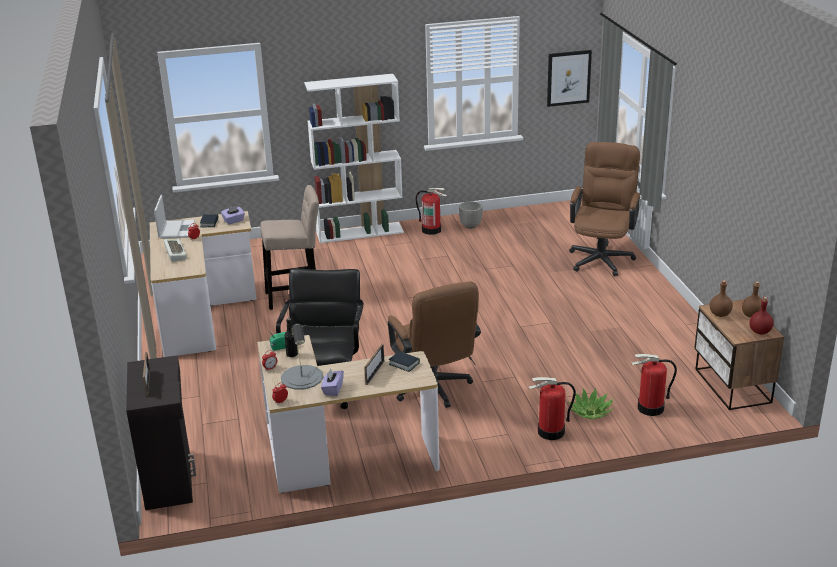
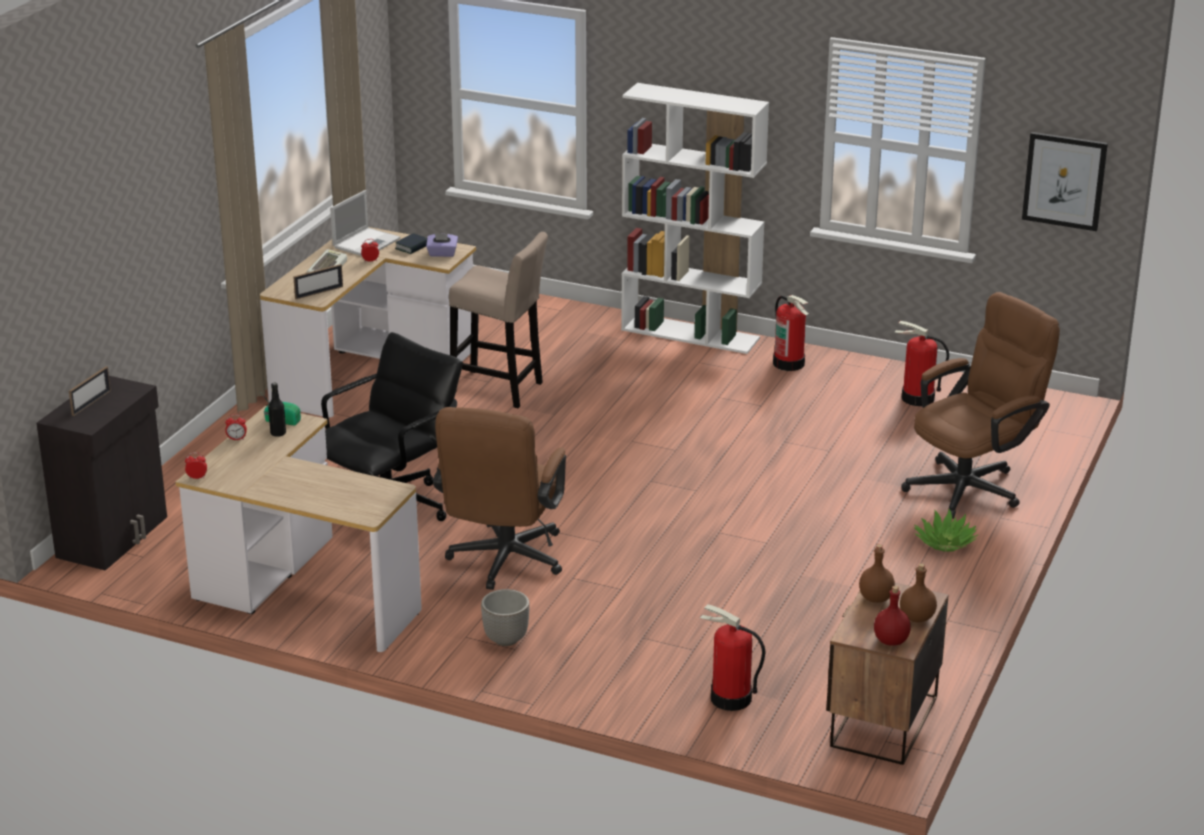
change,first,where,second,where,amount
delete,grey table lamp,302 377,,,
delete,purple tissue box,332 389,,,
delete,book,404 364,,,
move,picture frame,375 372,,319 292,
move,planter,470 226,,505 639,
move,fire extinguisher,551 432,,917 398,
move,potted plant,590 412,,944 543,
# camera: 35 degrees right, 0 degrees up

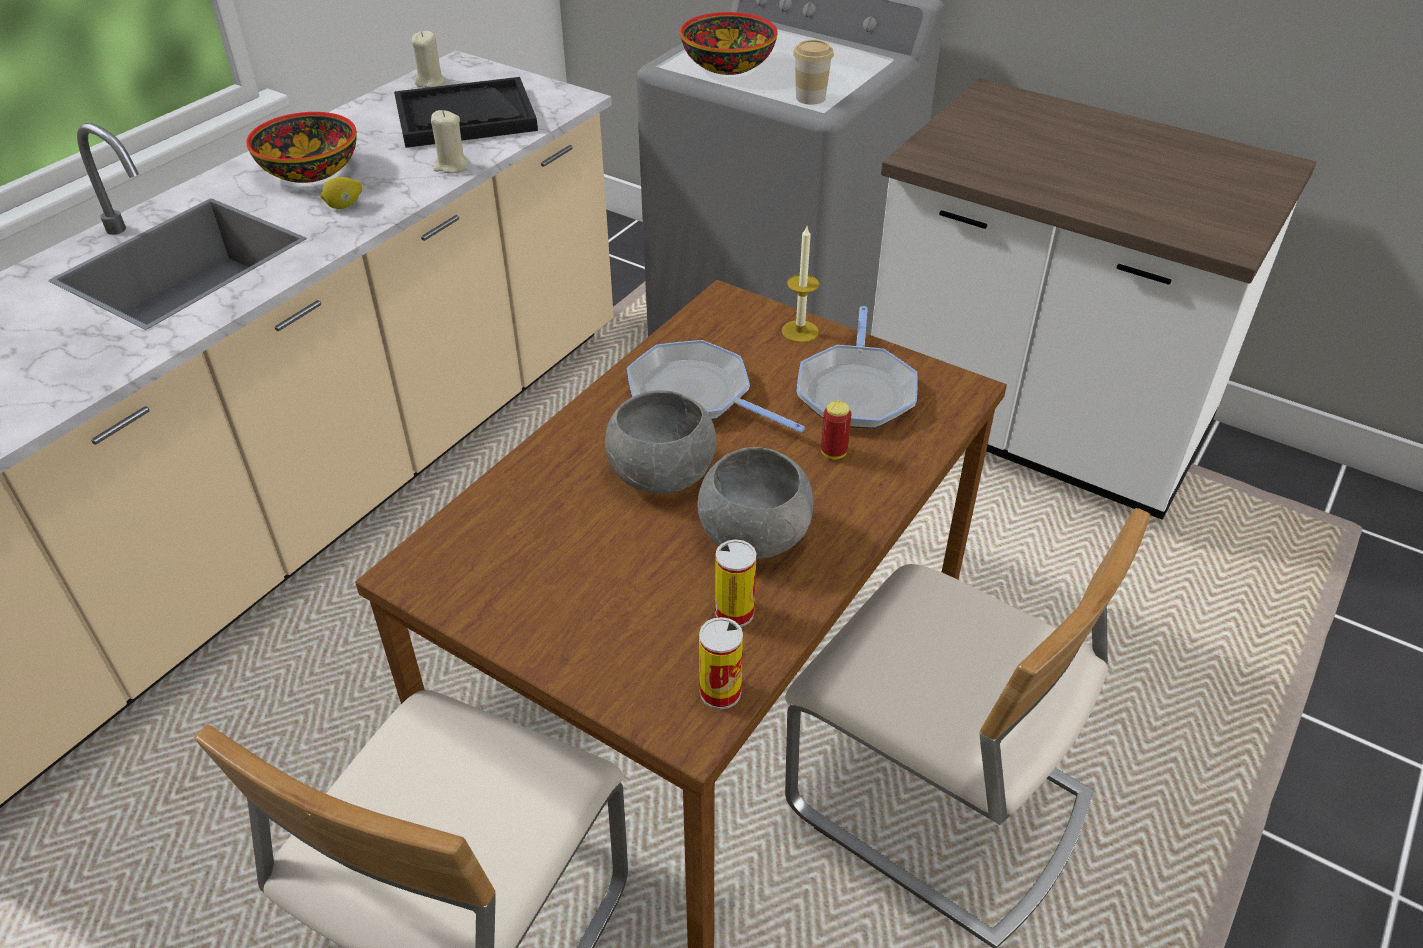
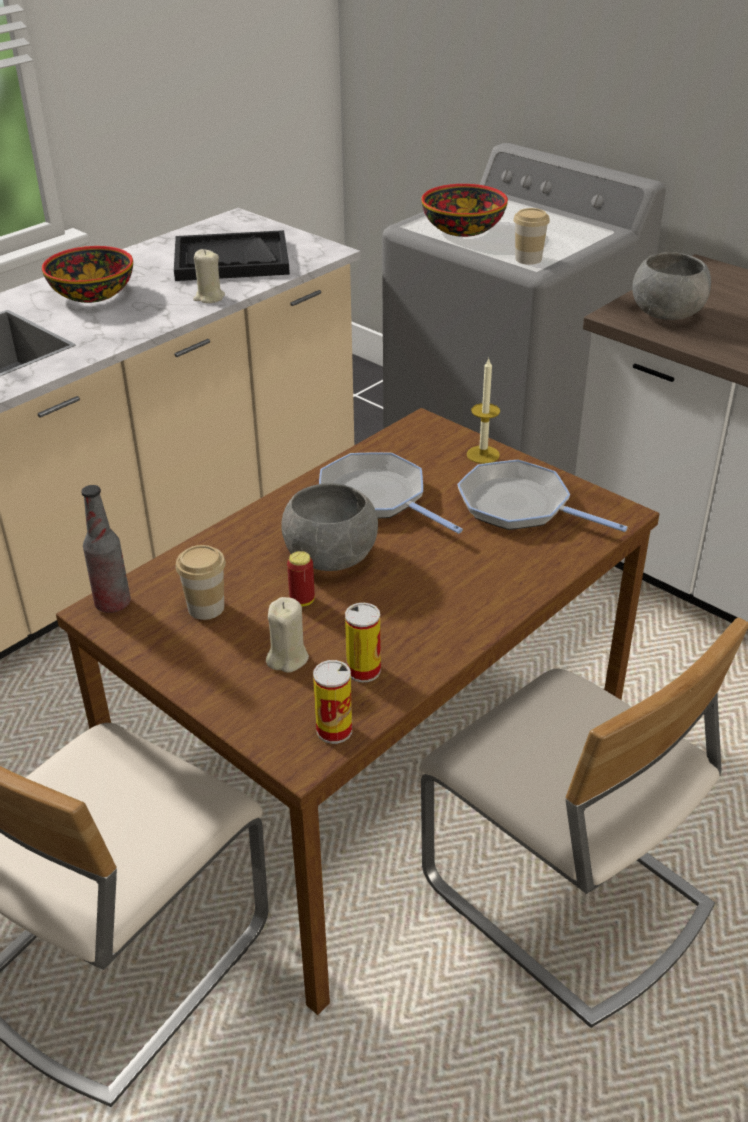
change,first,where,second,where,amount
delete,lemon,344 206,,,
insert,,,bottle,113 604,
insert,,,cup,206 608,
move,beige candle,430 82,,287 658,
move,grey bowl,754 536,,666 314,
move,can,833 452,,302 601,
rotate,frying pan,856 390,,520 506,105 degrees clockwise
# camera: 10 degrees right, 5 degrees down

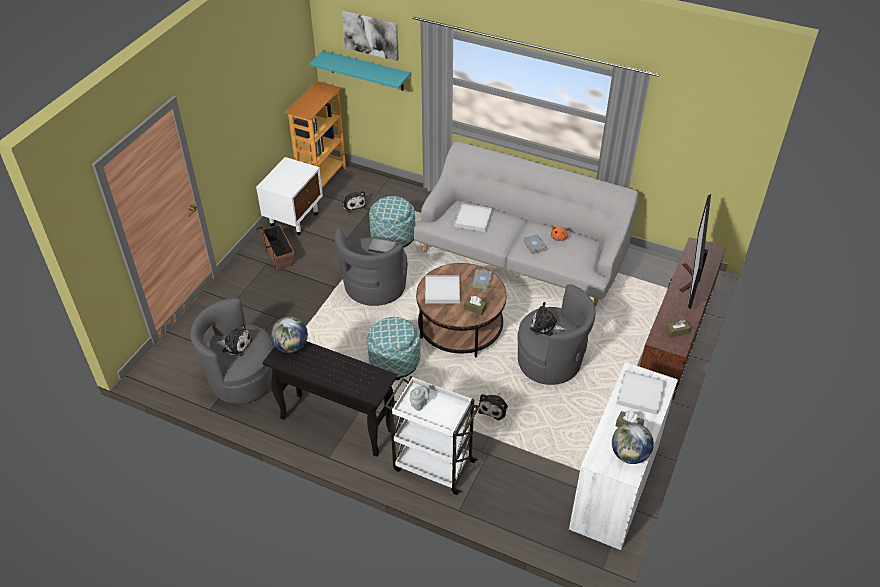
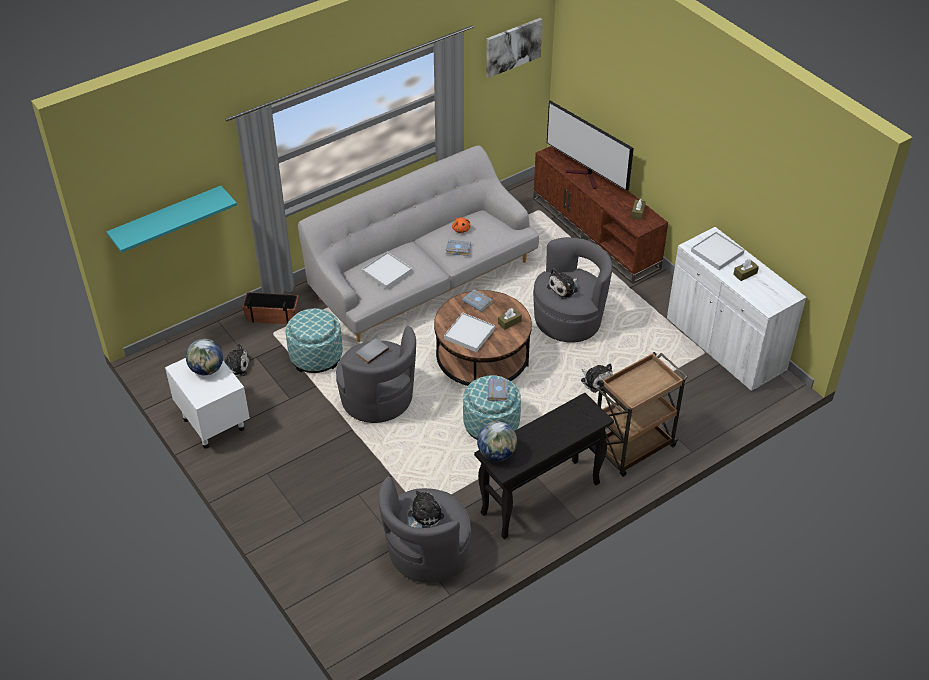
change,first,where,second,where,amount
delete,bookcase,322 179,,,
delete,grey teapot,420 403,,,
insert,,,grey book,498 392,
move,planter,279 254,,272 316,
move,picture,371 35,,513 47,
move,globe,629 455,,207 369,
recolor,white cart,432 465,brown cart,632 449,
# camera: 60 degrees left, 0 degrees up

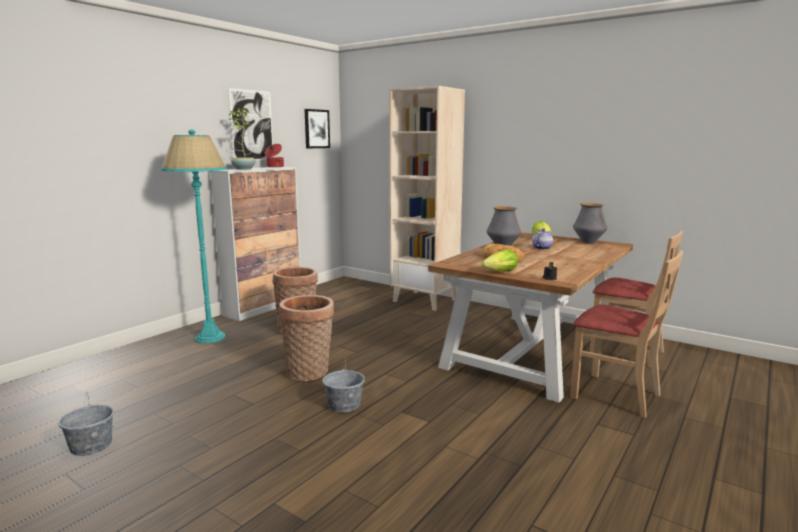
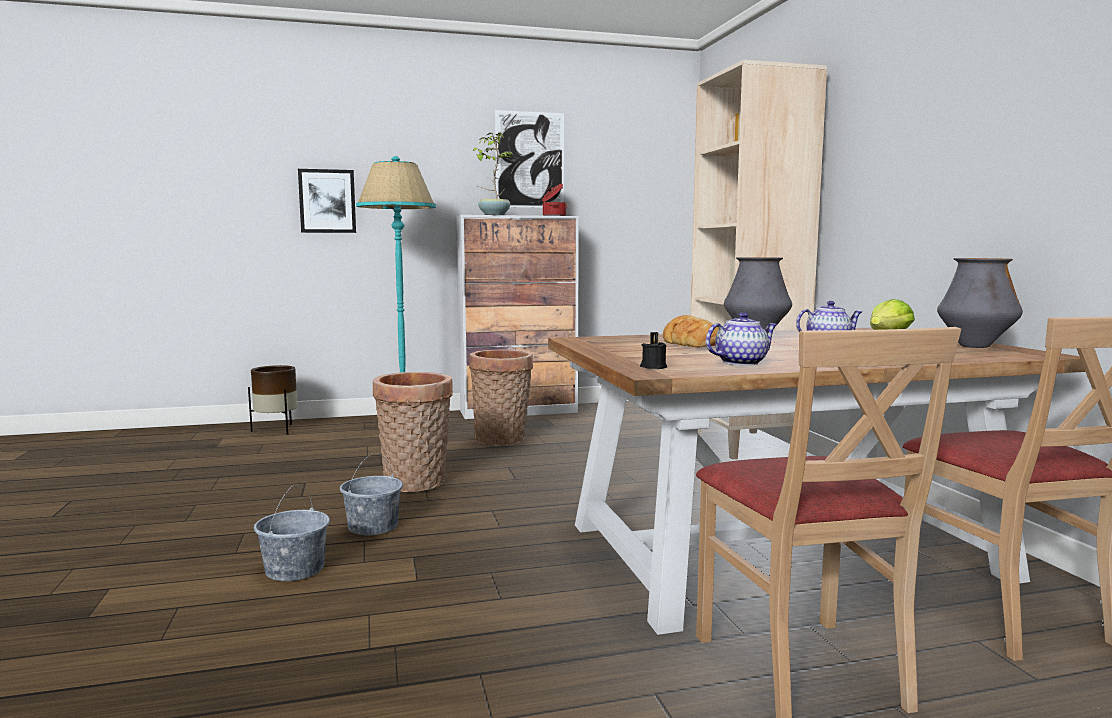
change,first,where,second,where,amount
delete,lettuce,500 272,,,
insert,,,brown planter,277 430,
insert,,,teapot,741 363,
move,grey bucket,91 445,,295 569,
move,picture,316 129,,327 201,
# camera: 40 degrees right, 5 degrees down

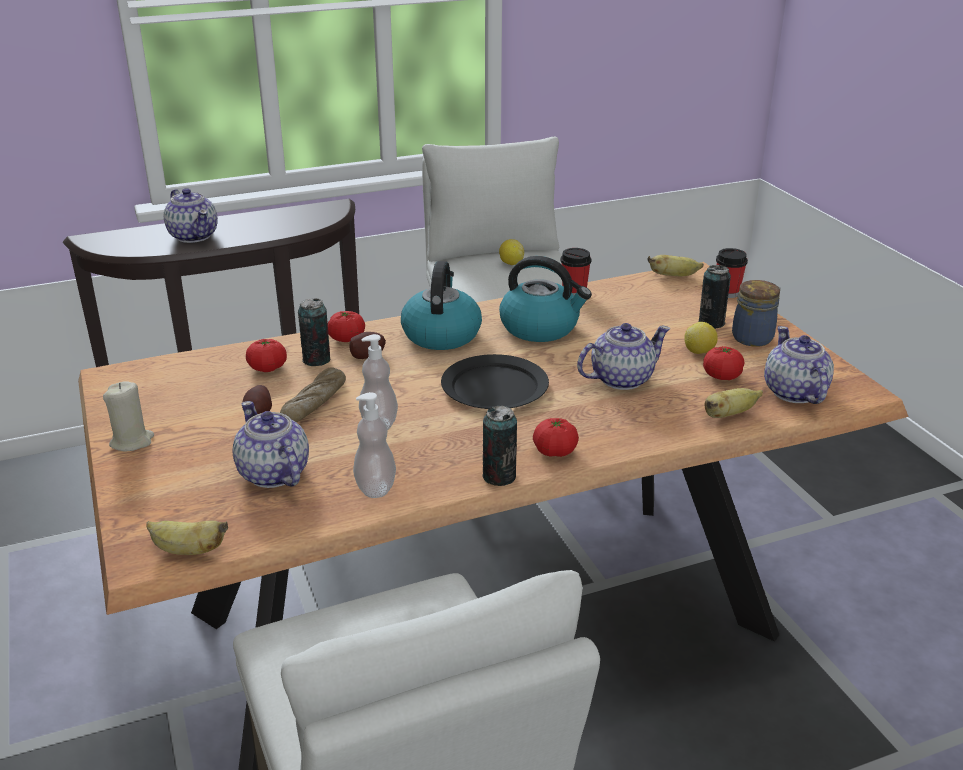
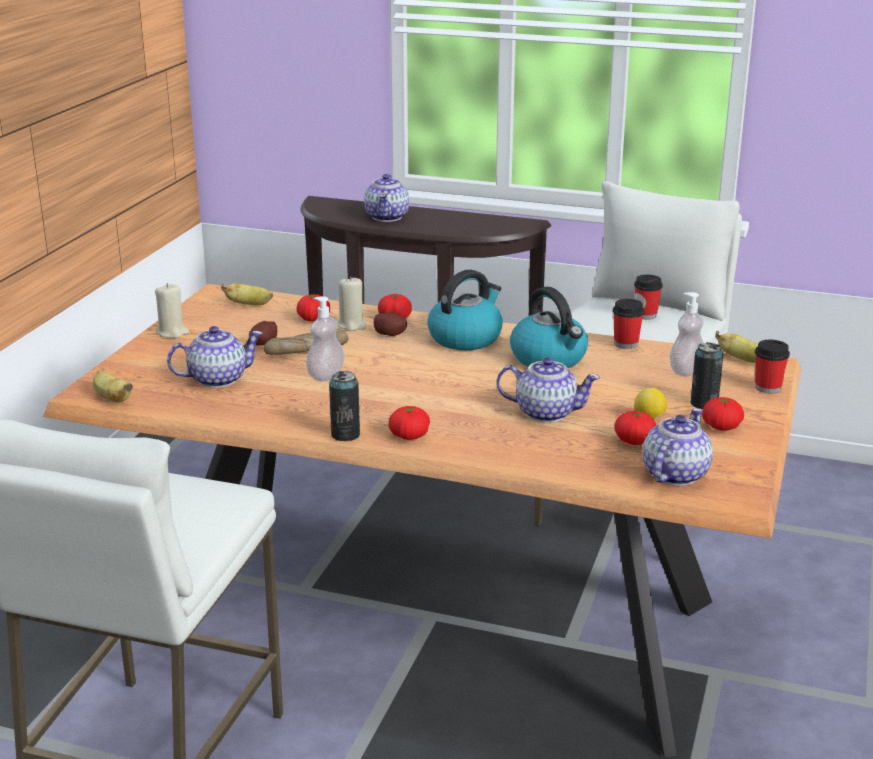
change,first,where,second,where,amount
delete,black plate,493 387,,,
move,soap dispenser,375 487,,686 371,
move,banana,729 414,,249 305,
replace,can,316 360,beige candle,352 325,
replace,lemon,511 263,cup,646 315,
replace,jar,754 338,tomato,721 427,
rotate,teapot,273 474,,217 379,60 degrees clockwise
# camera: 40 degrees right, 5 degrees down

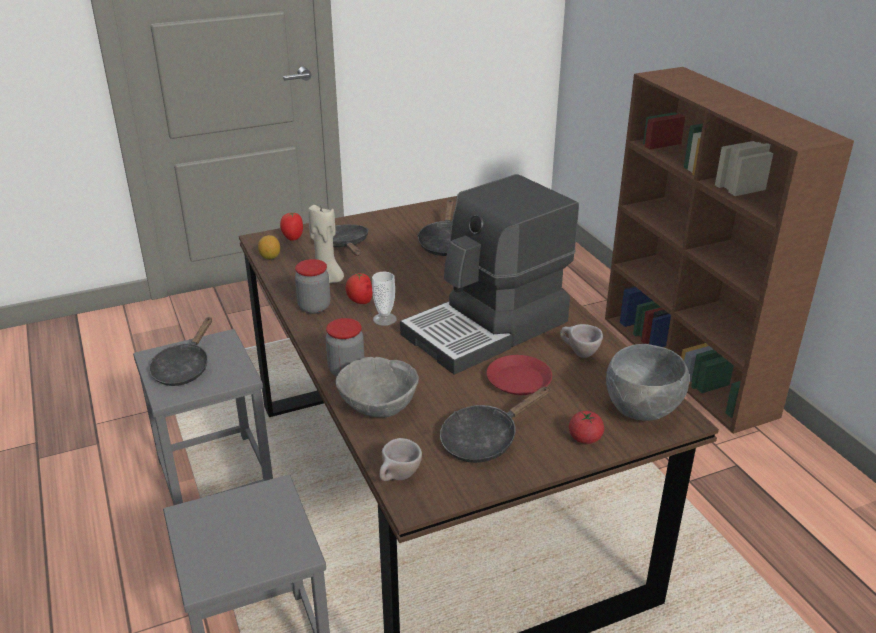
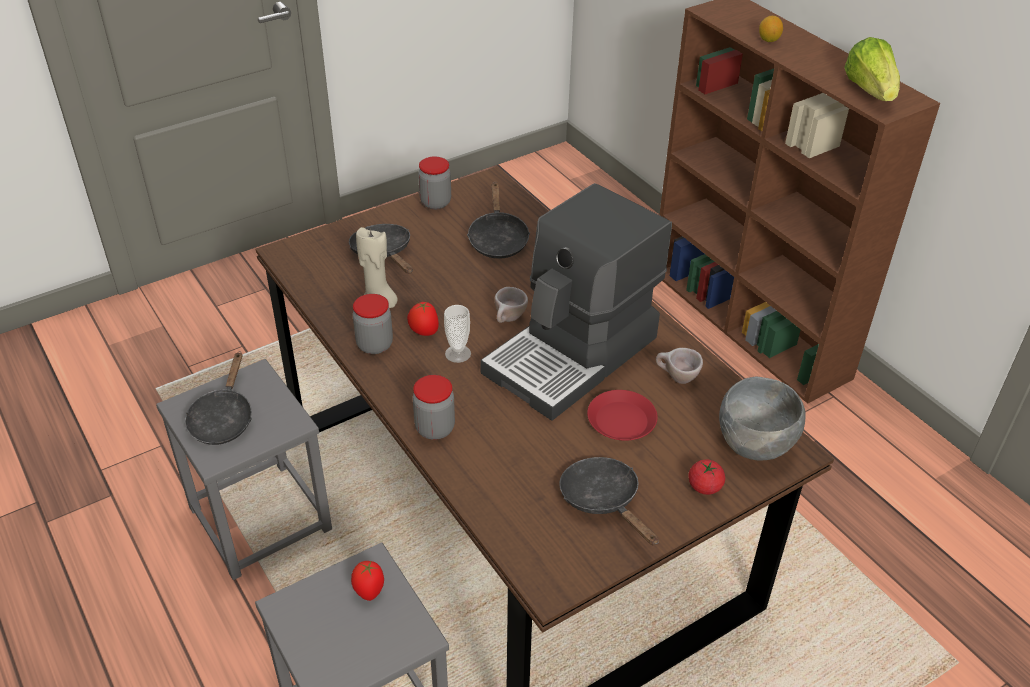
change,first,where,second,where,amount
delete,grey bowl,378 408,,,
insert,,,jar,435 202,
insert,,,lettuce,870 91,
move,lemon,270 257,,768 40,
move,tomato,293 238,,369 591,
move,beige cup,398 478,,508 320,
rotate,black frying pan,484 439,,603 500,105 degrees clockwise
# camera: 10 degrees left, 10 degrees up

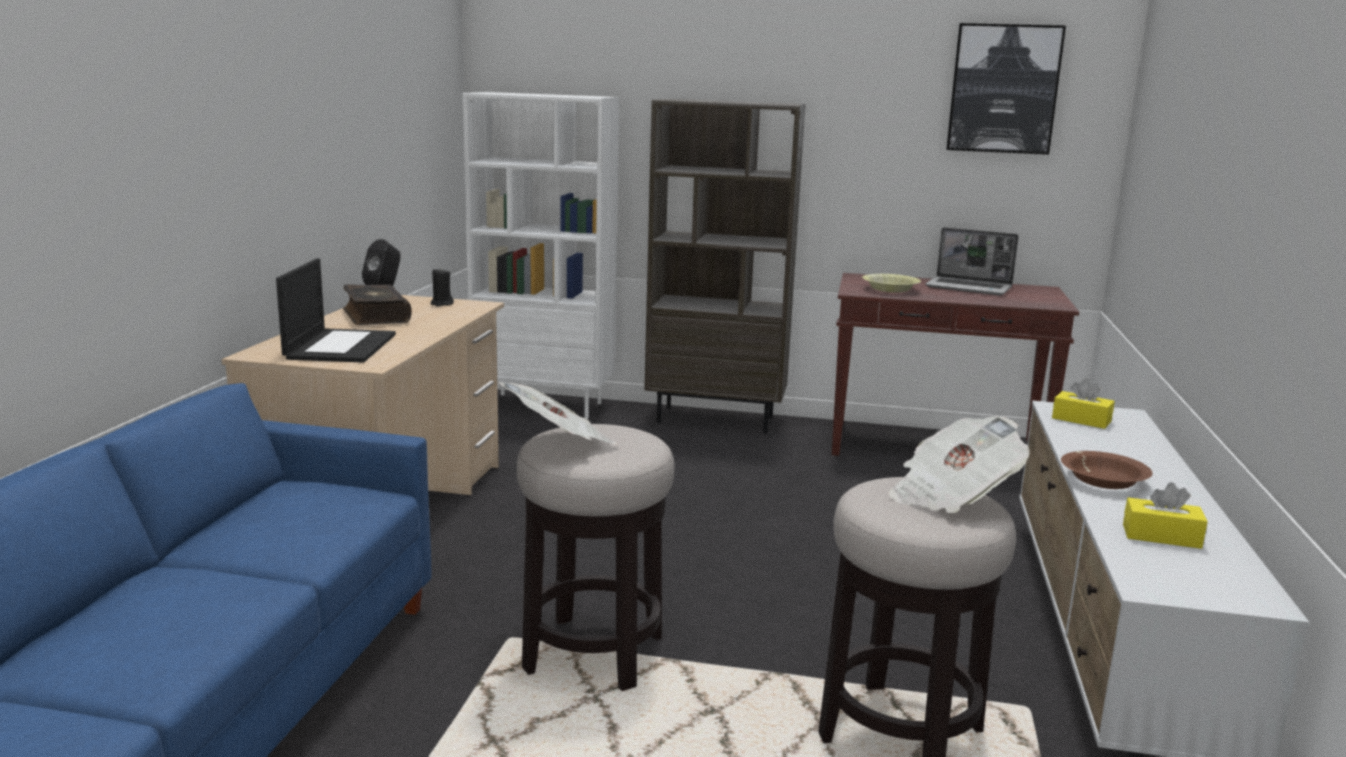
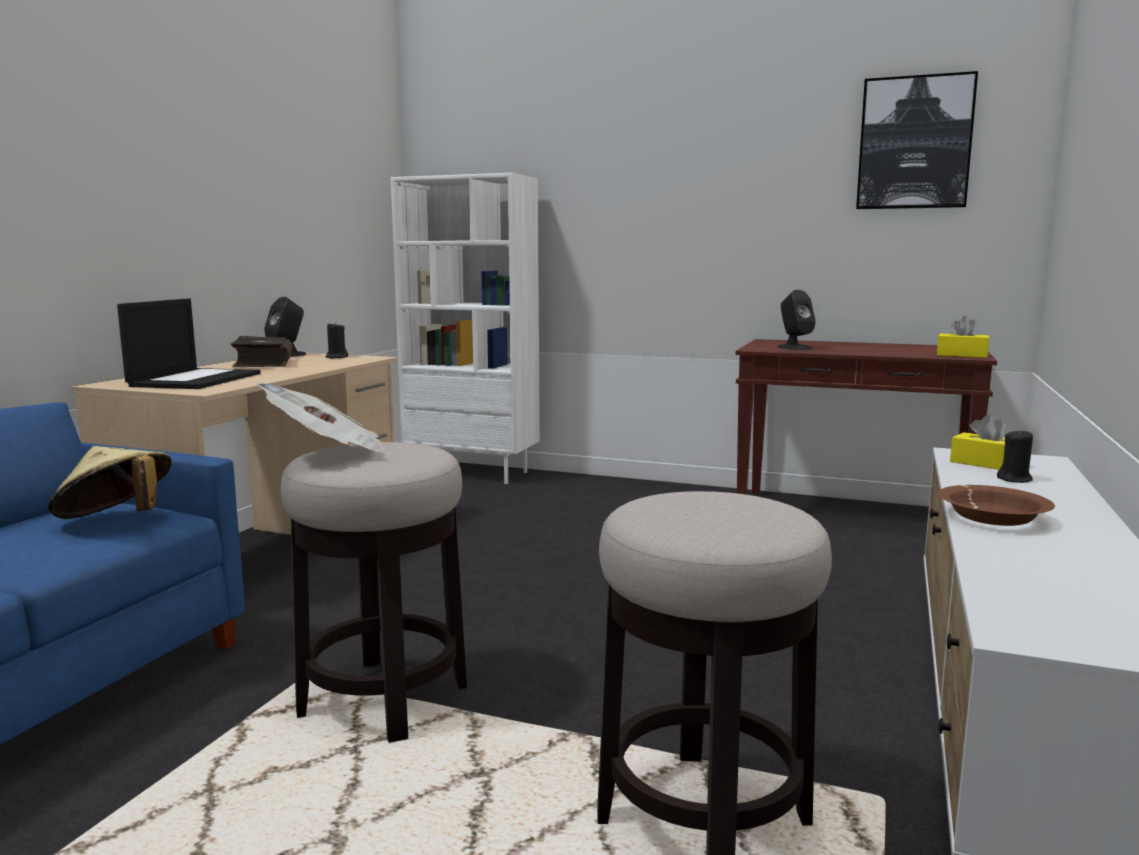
change,first,where,second,where,amount
delete,brown bookcase,716 419,,,
delete,newspaper,952 496,,,
delete,laptop,970 288,,,
insert,,,beige hat,116 520,
insert,,,black candle,1014 479,
move,yellow tissue box,1161 536,,962 355,
replace,yellow bowl,890 289,black speaker,794 347,
# camera: 10 degrees right, 5 degrees down

